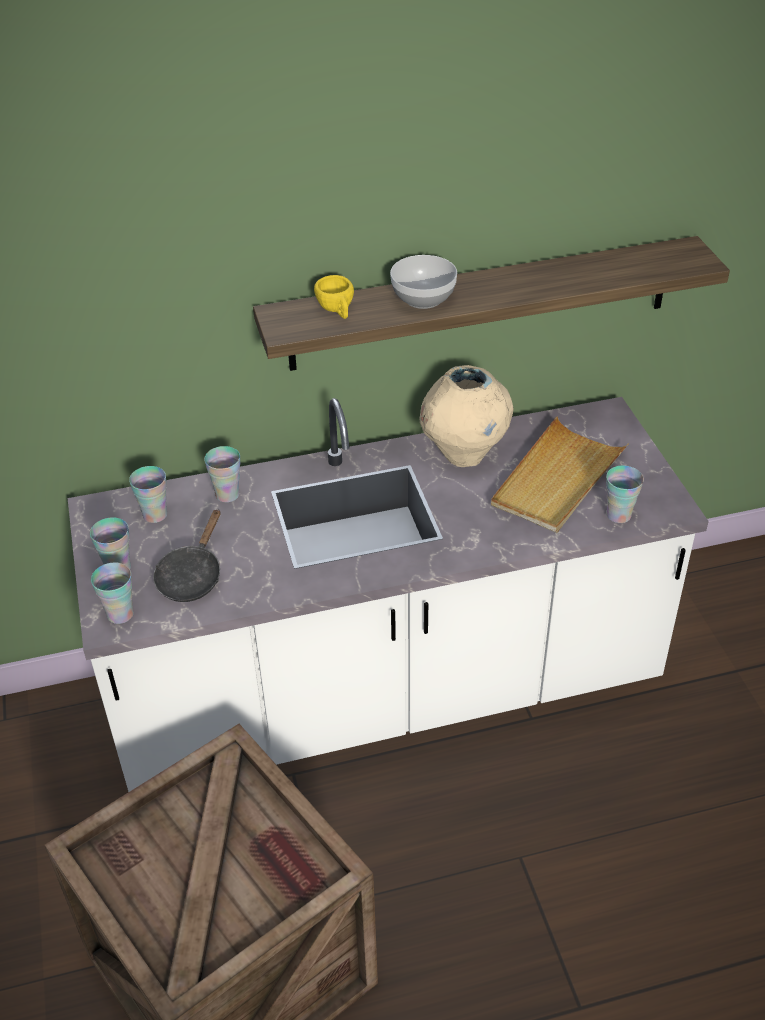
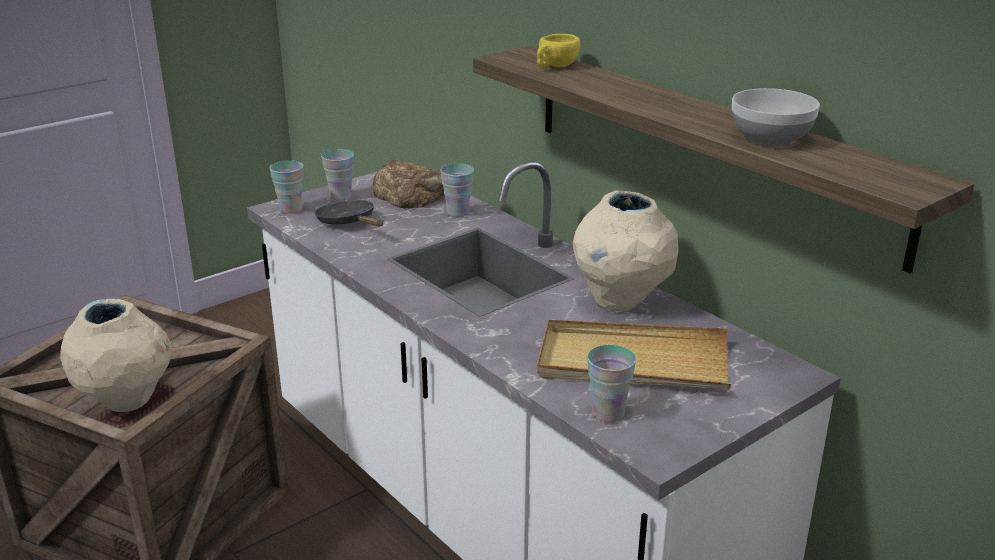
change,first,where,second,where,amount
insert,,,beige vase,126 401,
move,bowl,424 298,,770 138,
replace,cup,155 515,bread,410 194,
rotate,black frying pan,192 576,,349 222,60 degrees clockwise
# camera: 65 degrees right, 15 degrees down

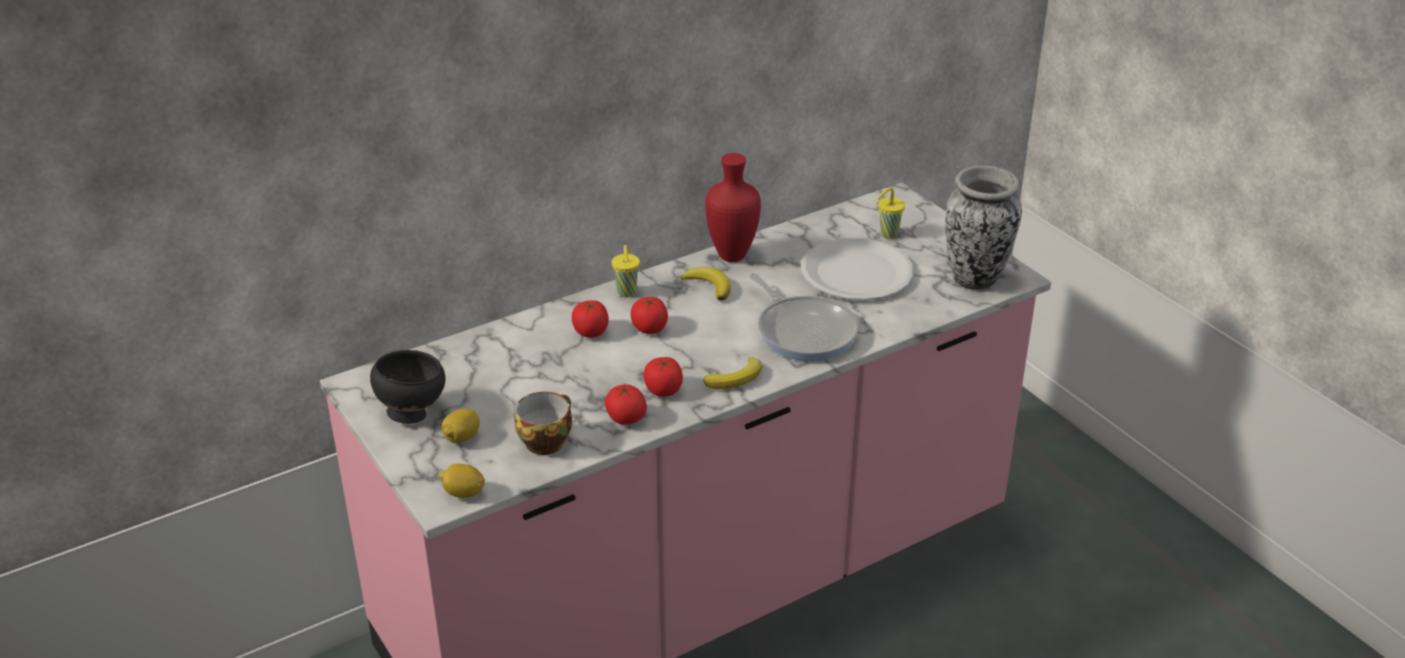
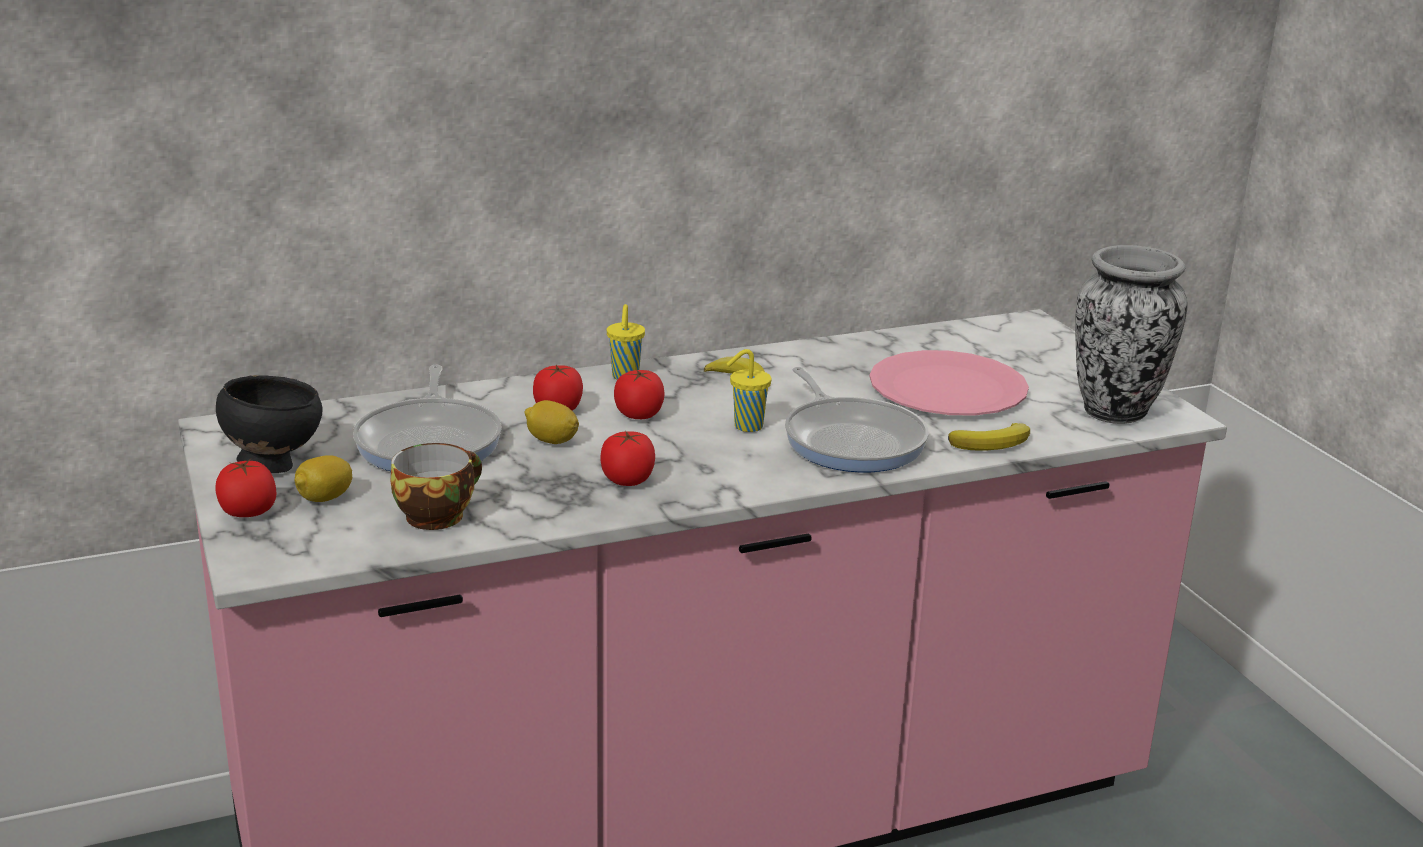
change,first,where,second,where,amount
delete,red vase,733 257,,,
insert,,,frying pan,430 442,
move,lemon,463 493,,552 441,
move,tomato,625 418,,248 512,
move,banana,736 378,,993 443,
move,yellow cup,887 234,,746 426,
recolor,white plate,856 272,pink plate,947 388,
# camera: 10 degrees right, 10 degrees down

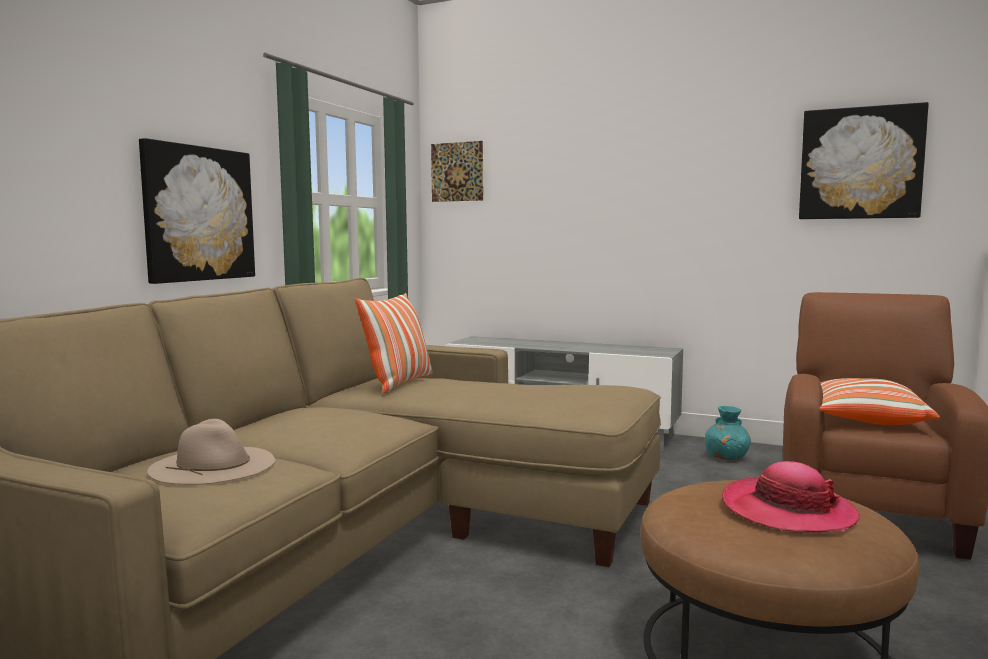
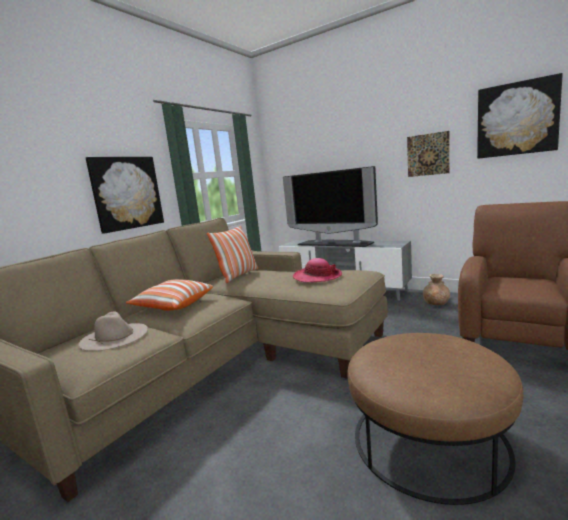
change,first,where,second,where,amount
insert,,,television,335 243,
move,picture,457 172,,428 154,
move,hat,787 511,,317 277,
move,pillow,864 420,,173 305,
recolor,turquoise vase,726 458,brown vase,436 303,
# camera: 10 degrees right, 5 degrees up

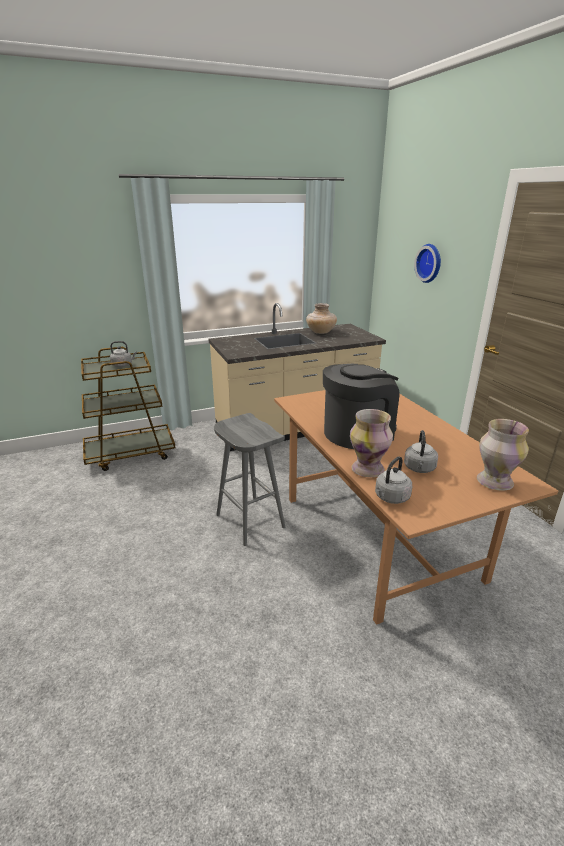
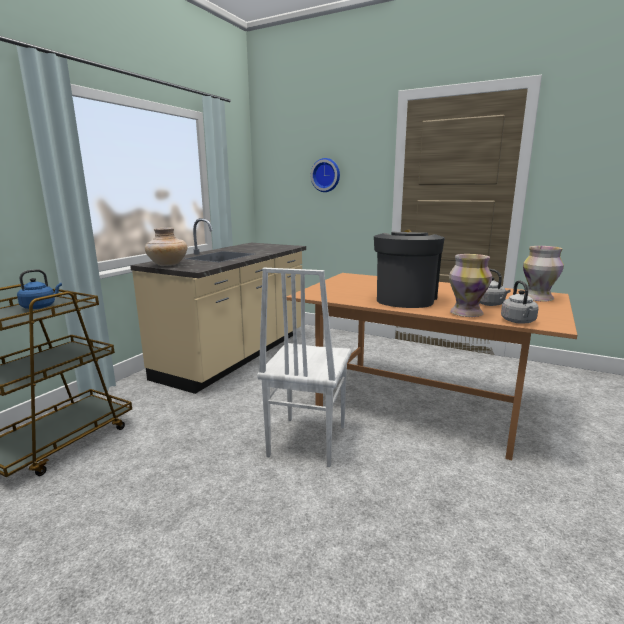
change,first,where,second,where,amount
move,beige vase,321 332,,168 265,
replace,grey stool,249 521,white chair,306 441,
recolor,grey kettle,123 365,blue kettle,40 306,
# camera: 40 degrees left, 10 degrees down

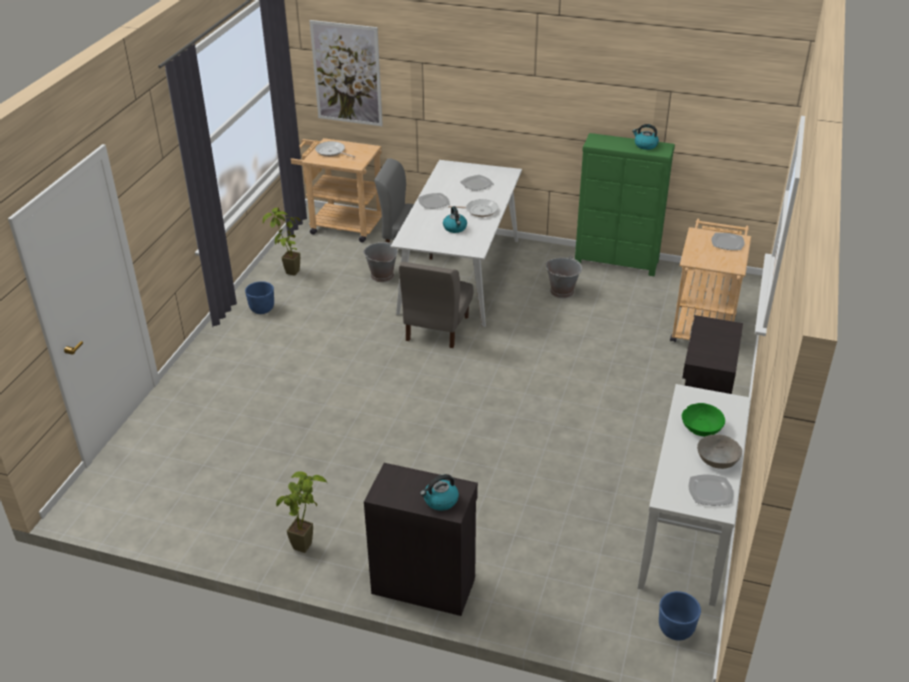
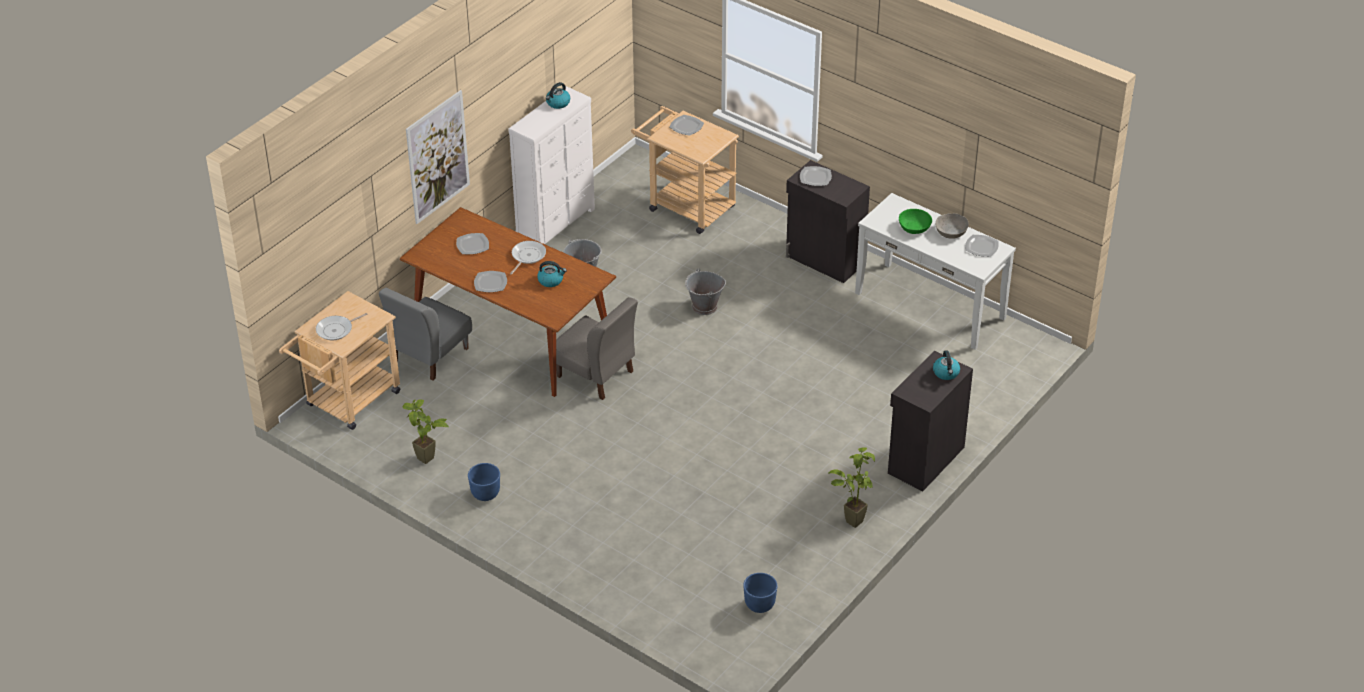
change,first,where,second,where,amount
insert,,,plate,815 177,
move,picture,347 74,,438 157,
move,grey bucket,382 275,,704 307,
move,blue planter,675 630,,760 605,
recolor,white dining table,460 275,brown dining table,511 335,
recolor,green dresser,616 263,white dresser,557 225,
# camera: 70 degrees left, 5 degrees up

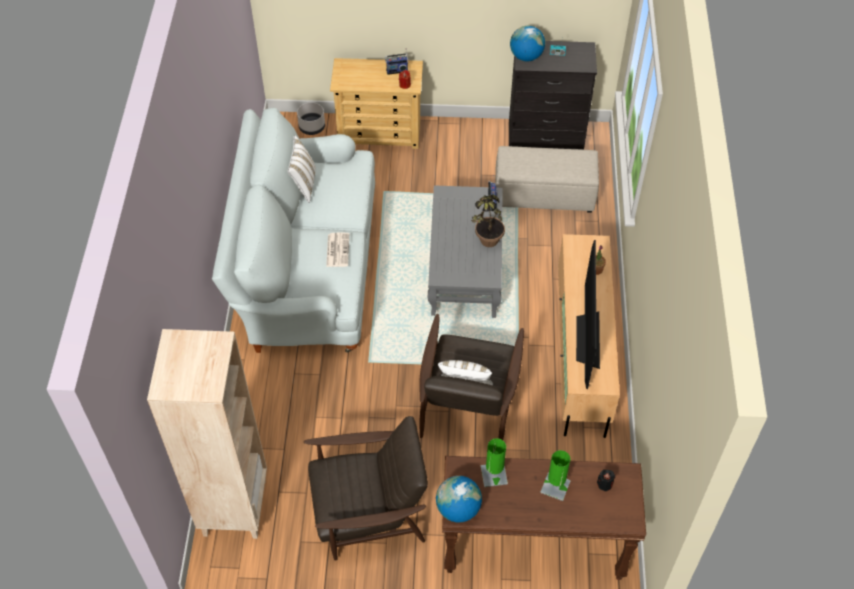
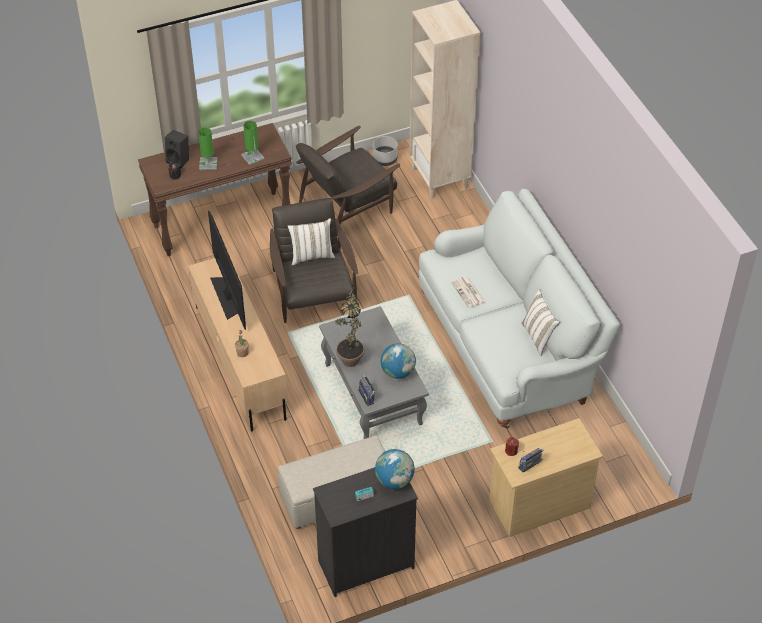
change,first,where,second,where,amount
insert,,,black speaker,179 160,
move,grey planter,312 127,,384 159,
move,globe,458 509,,398 372,
# camera: 155 degrees right, 5 degrees down

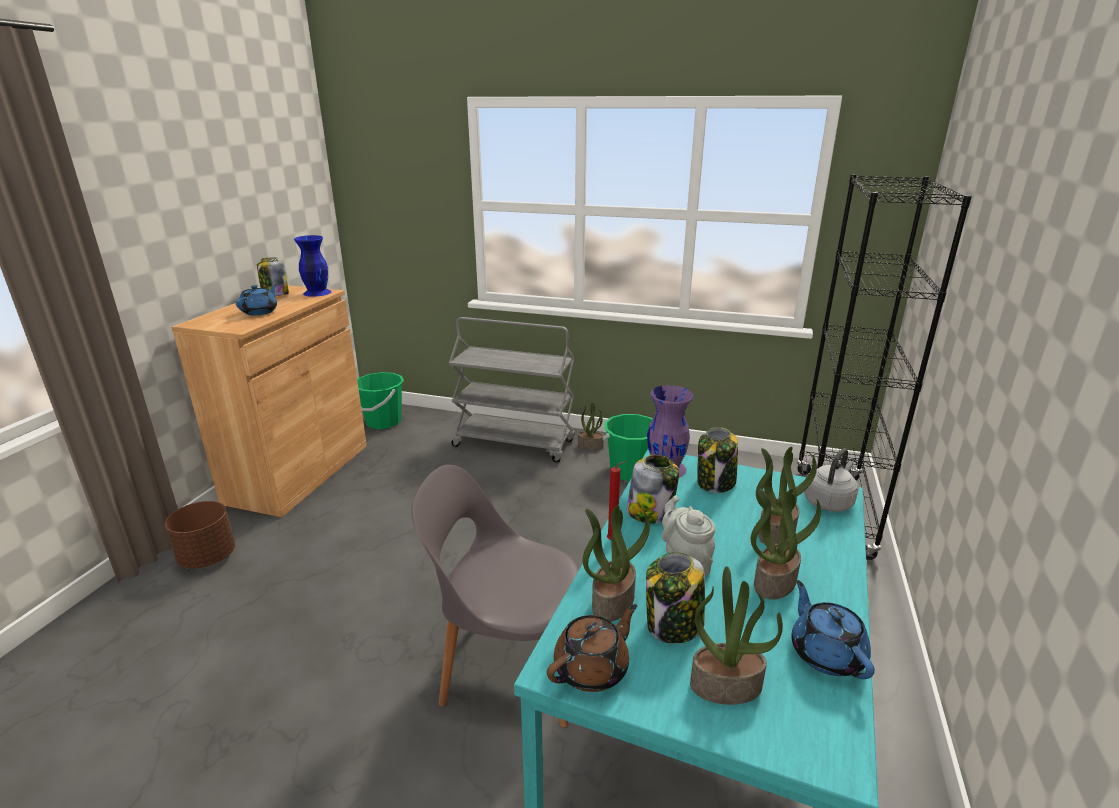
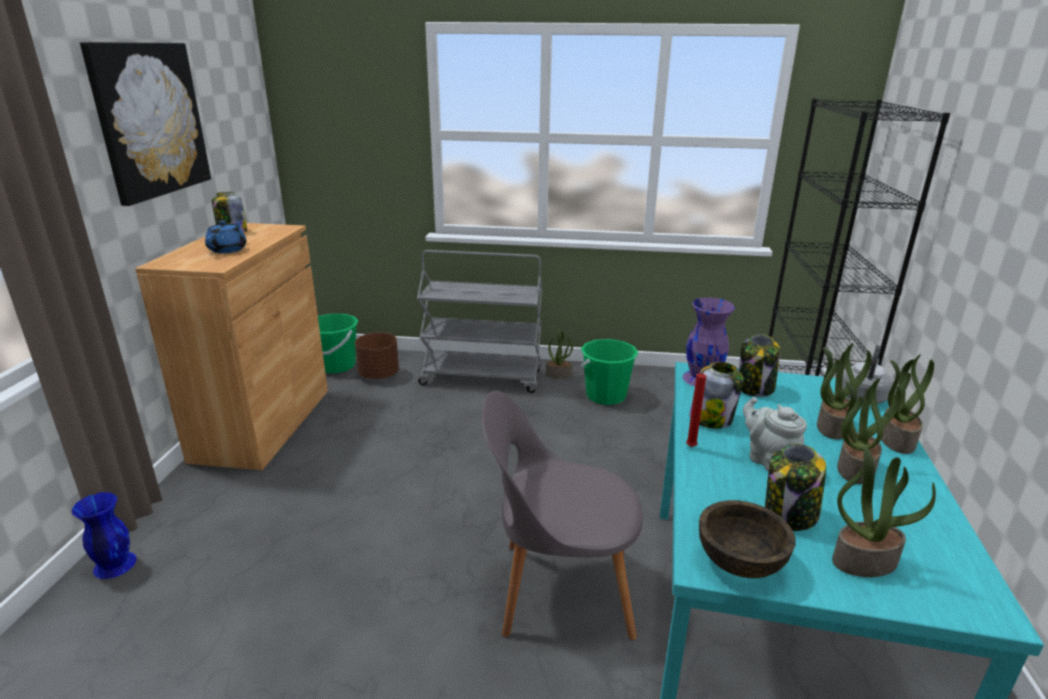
change,first,where,second,where,amount
delete,blue teapot,826 653,,,
insert,,,picture,150 120,
move,brown planter,208 557,,379 375,
move,blue vase,316 292,,114 565,
move,potted plant,612 600,,896 439,
replace,brown teapot,592 668,brown bowl,739 561,
# camera: 10 degrees left, 0 degrees up

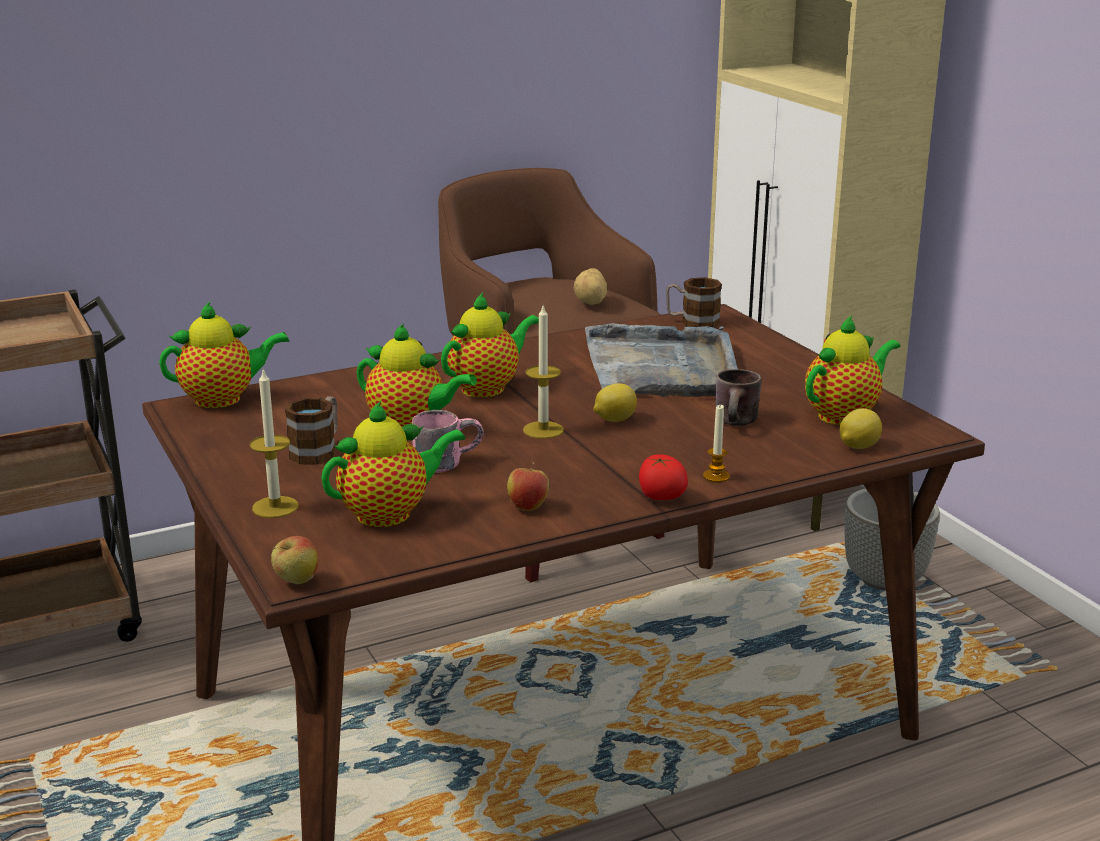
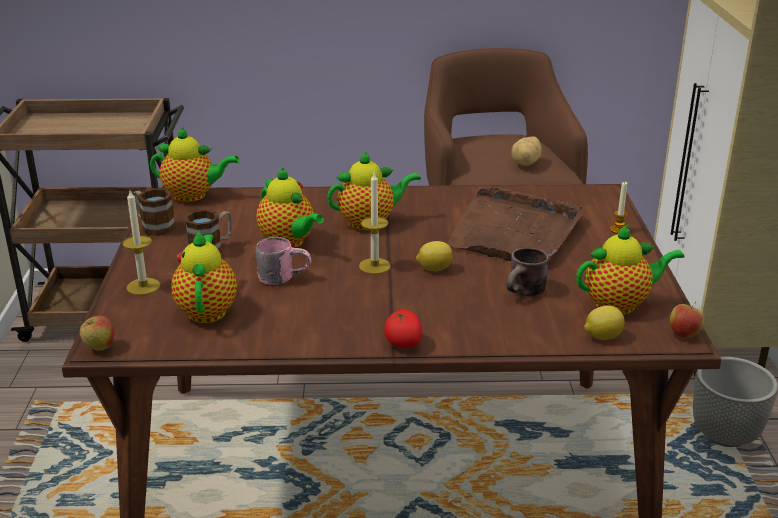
change,first,where,second,where,amount
move,apple,528 507,,684 335,
move,mug,692 322,,153 226,
move,candle,716 477,,618 230,
recolor,grey tray,661 368,brown tray,514 231,
rotate,teapot,390 513,,207 310,90 degrees counterclockwise
# camera: 25 degrees right, 5 degrees up

